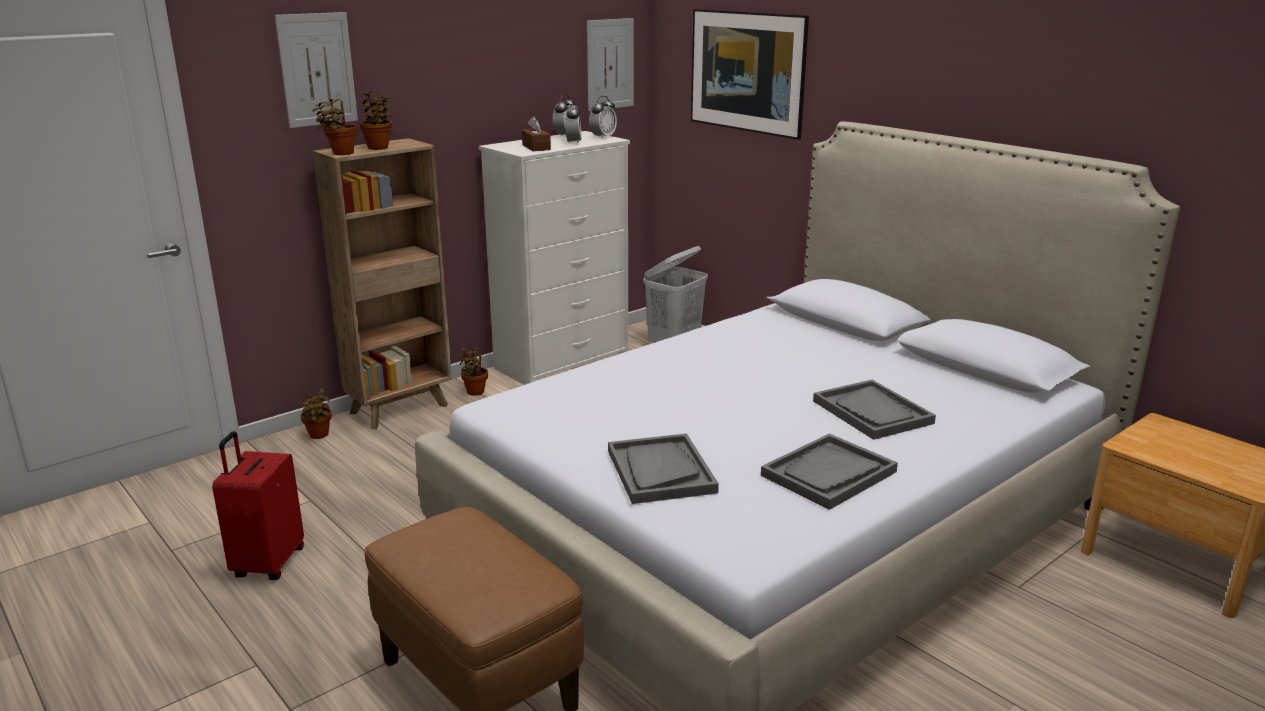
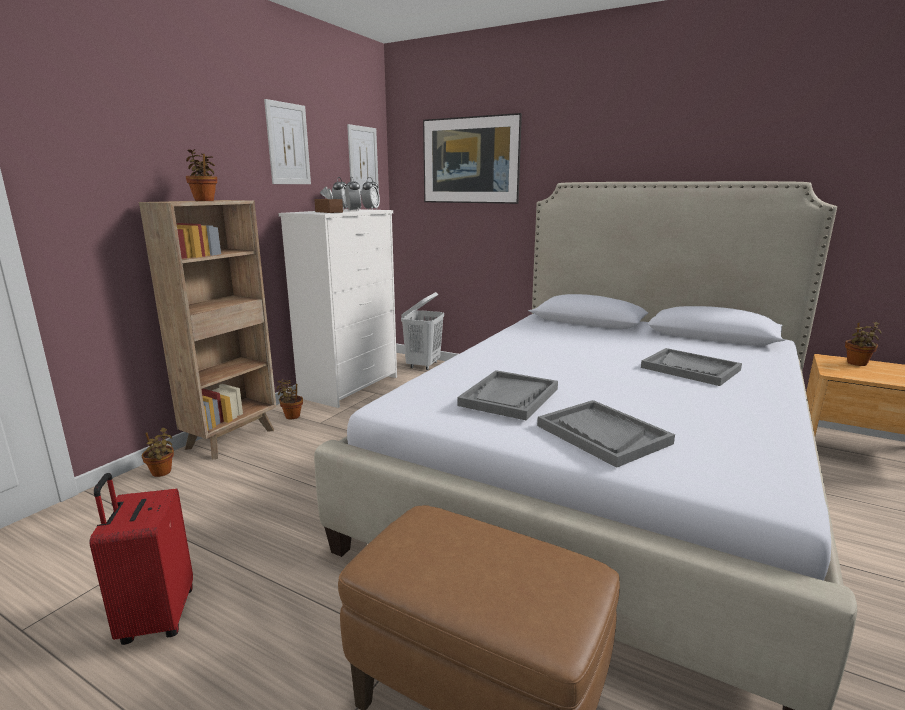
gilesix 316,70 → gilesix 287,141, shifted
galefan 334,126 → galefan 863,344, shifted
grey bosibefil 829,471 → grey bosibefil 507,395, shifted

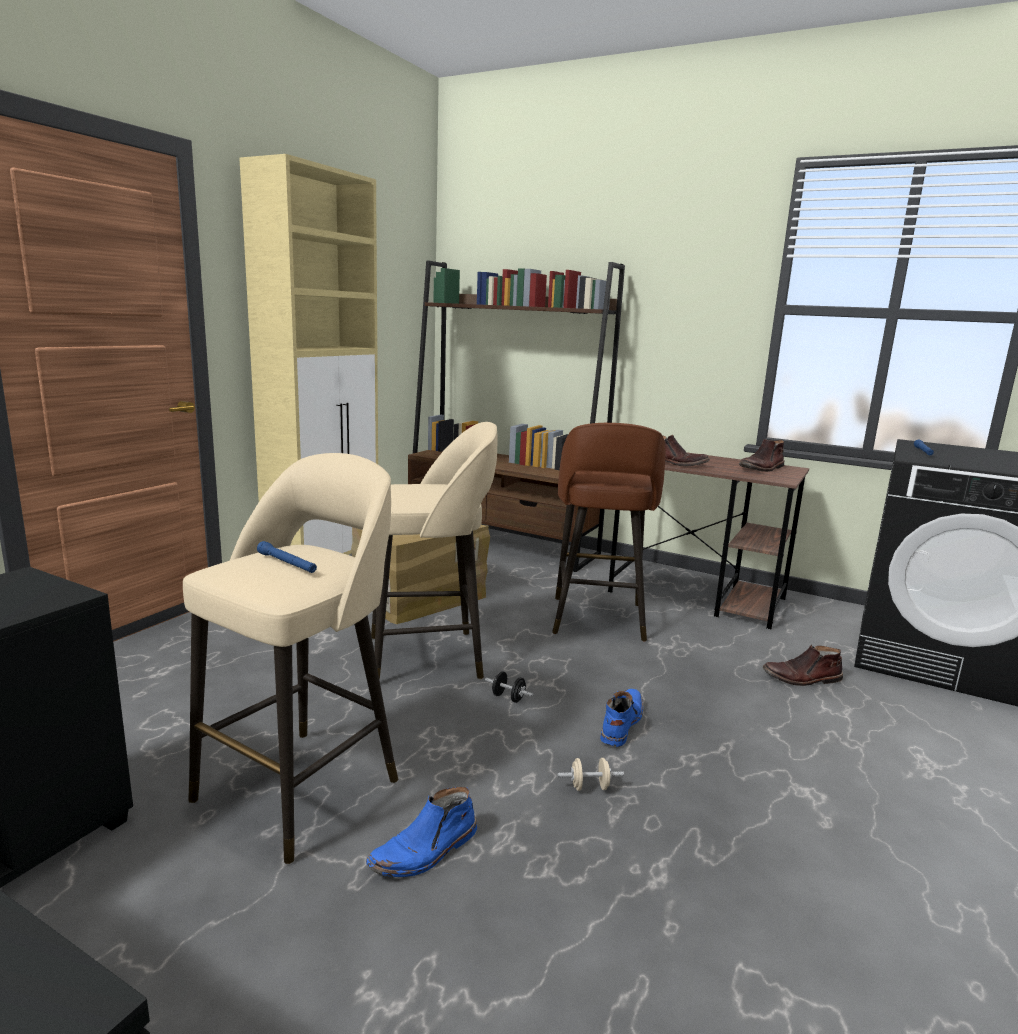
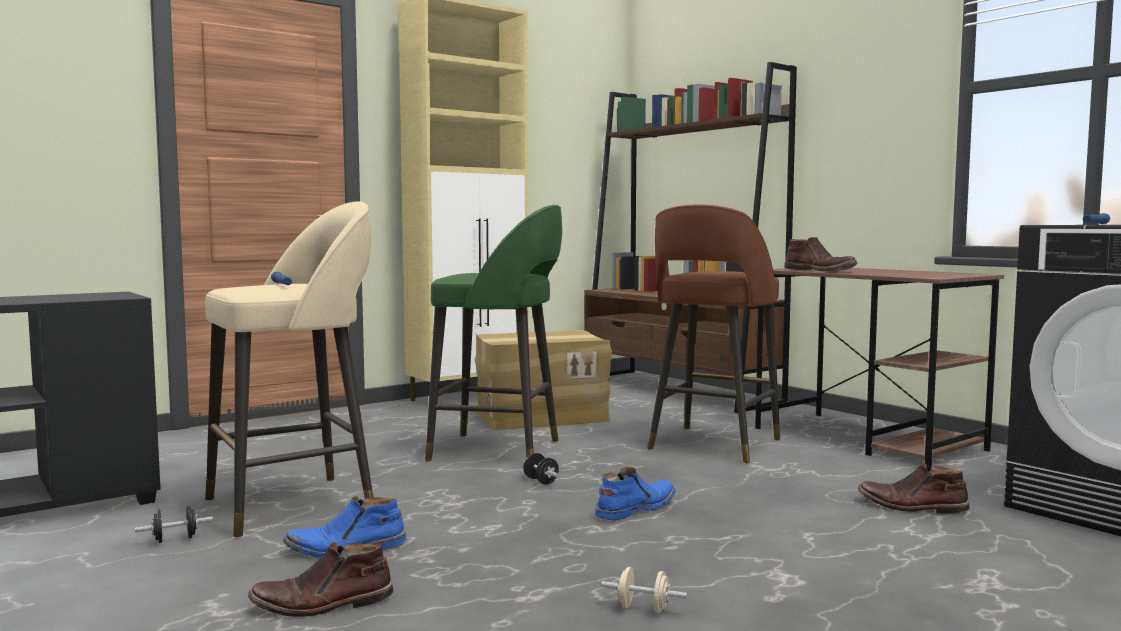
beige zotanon 434,551 → green zotanon 493,333
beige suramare 591,774 → beige suramare 644,590, shifted
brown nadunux 761,455 → brown nadunux 320,579, shifted
- → black suramare 174,524

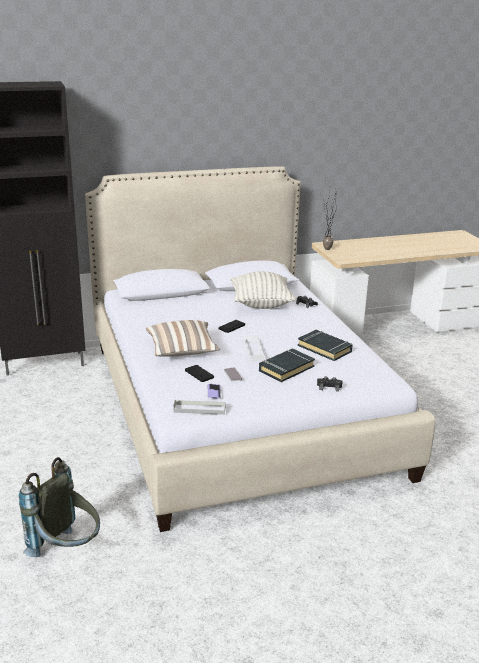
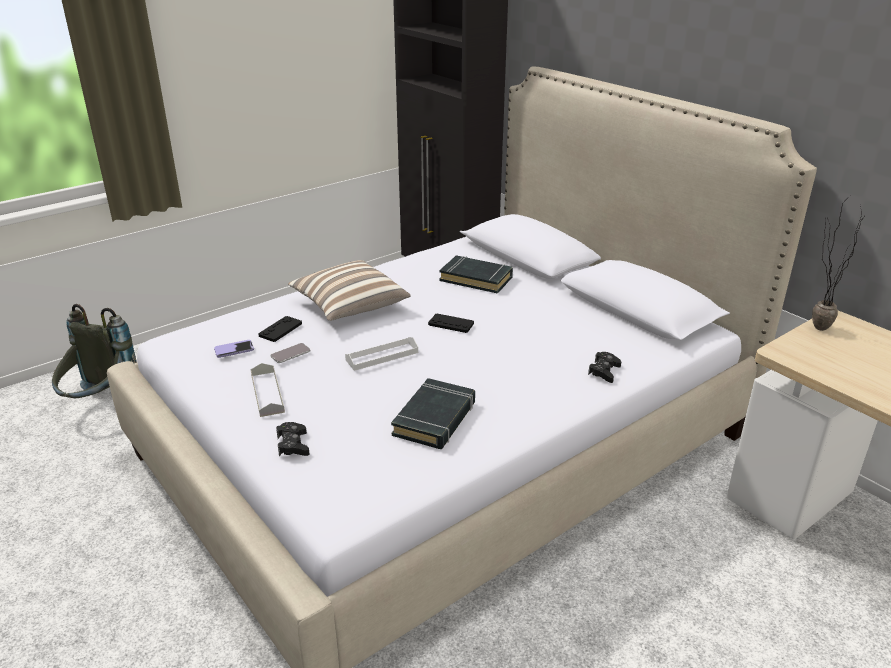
grey bosibefil 199,407 → grey bosibefil 268,390, shifted
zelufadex 263,290 → -
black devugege 287,365 → black devugege 476,274, shifted

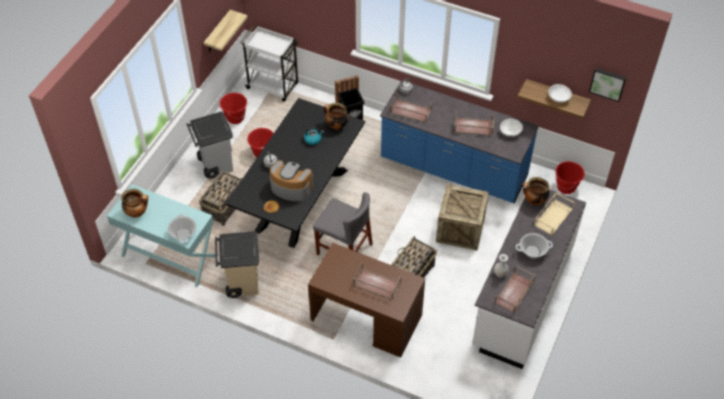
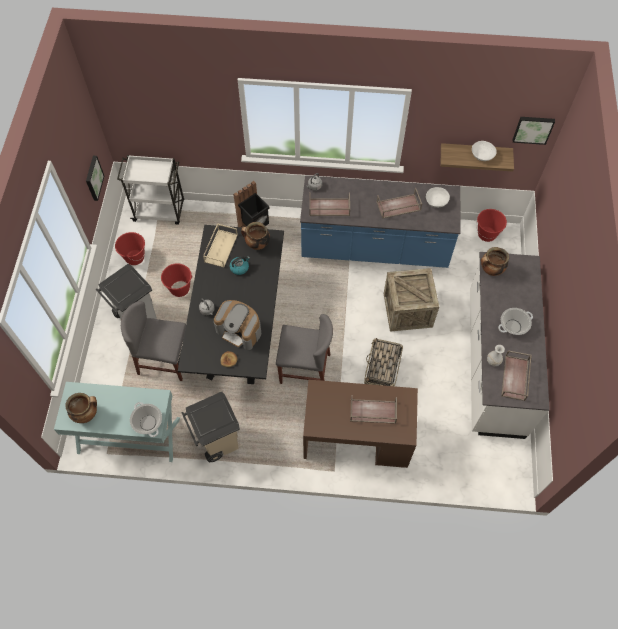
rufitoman 221,198 → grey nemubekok 153,341
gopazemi 226,31 → gilesix 95,178
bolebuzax 291,180 → bolebuzax 237,325, 150 degrees counterclockwise
beige bosibefil 554,213 → beige bosibefil 220,245, shifted

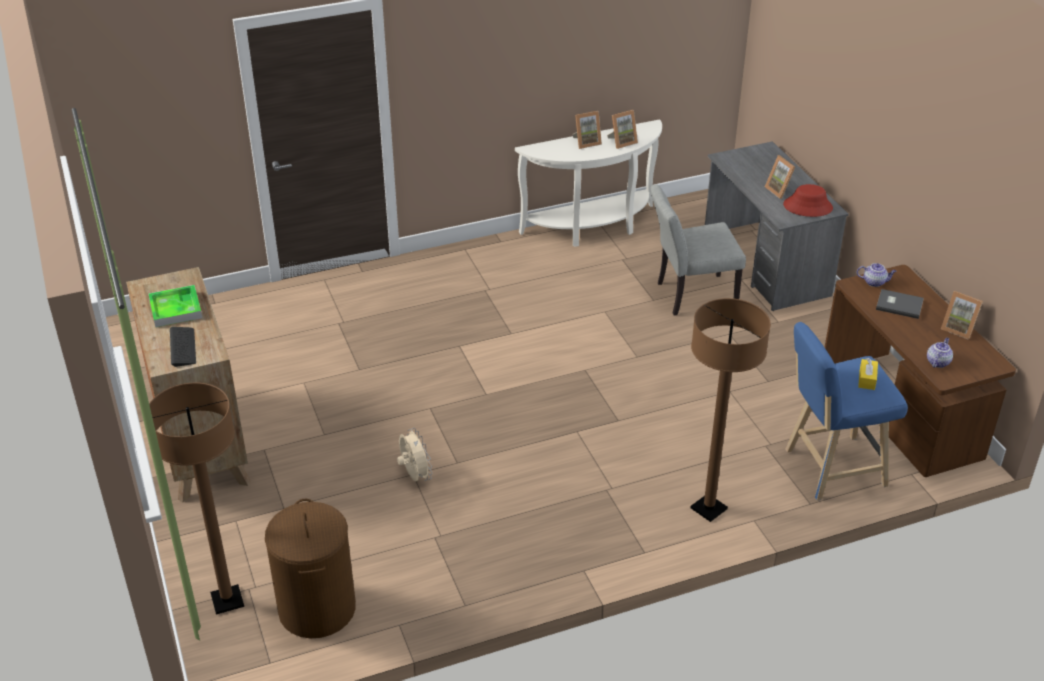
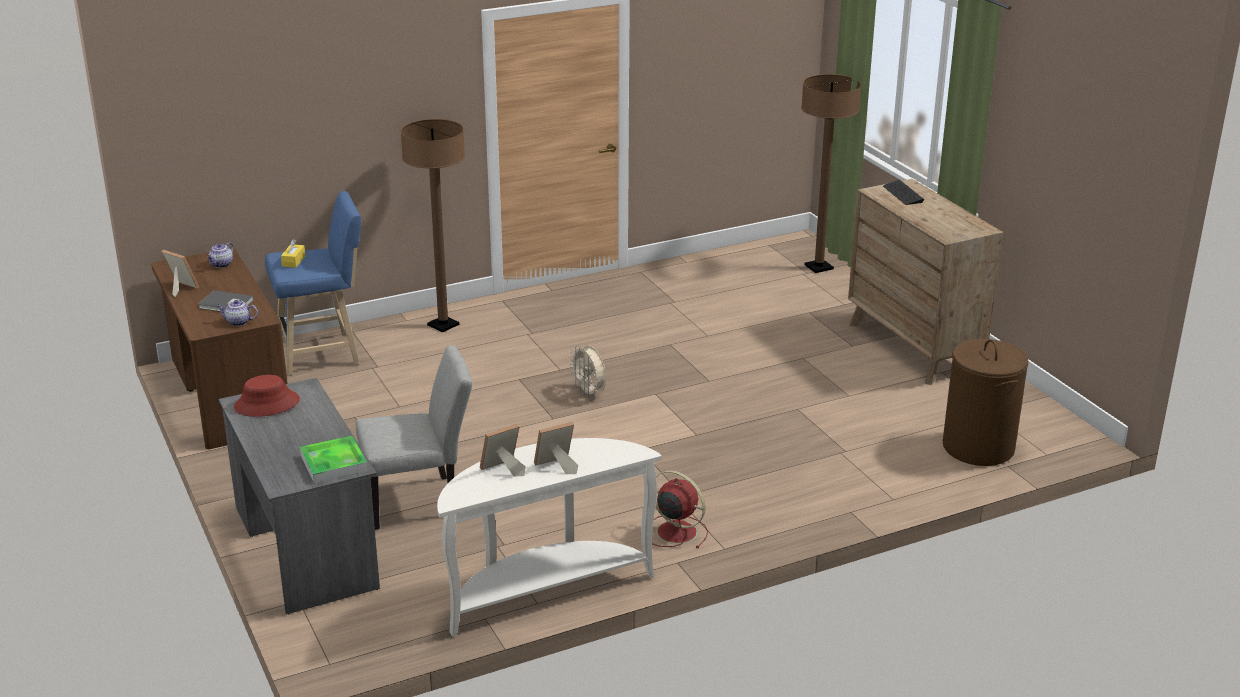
bosibefil 175,306 → bosibefil 334,459, shifted
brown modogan 310,568 → brown modogan 985,402, shifted
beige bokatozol 415,455 → beige bokatozol 587,371, shifted
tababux 780,177 → -
- → red bokatozol 680,509

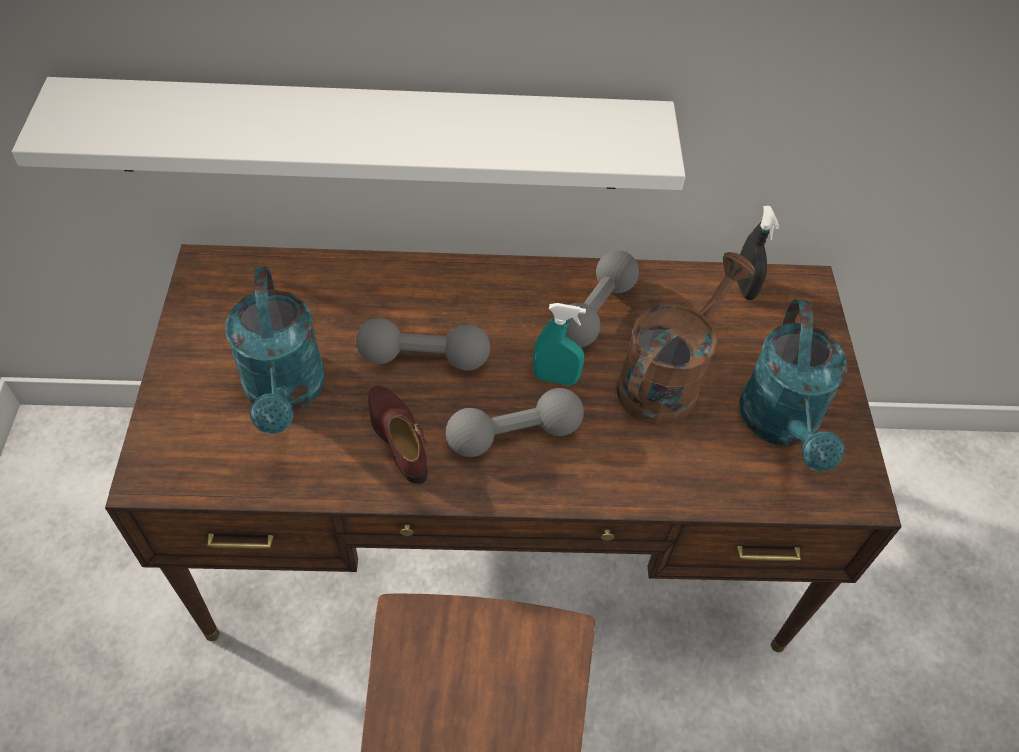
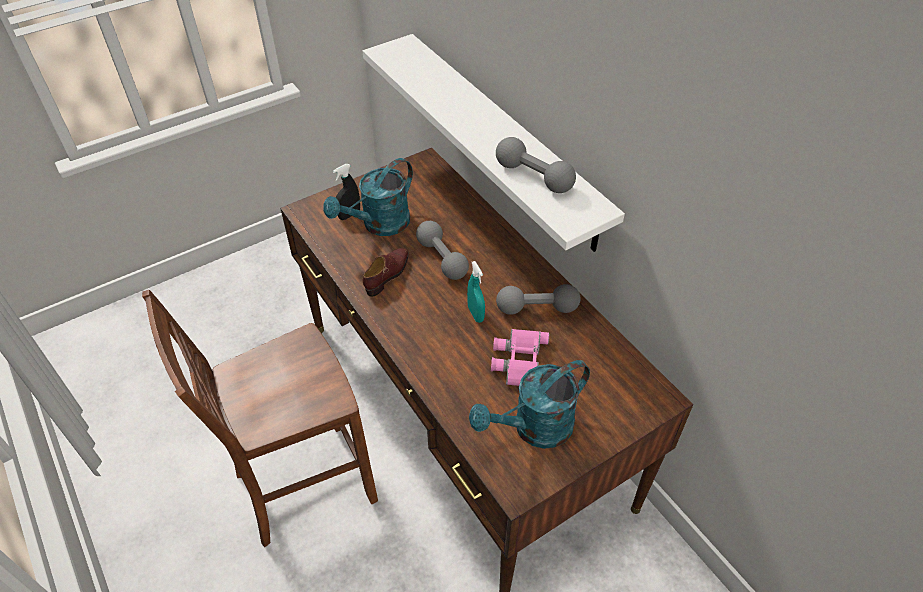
grey suramare 514,422 → grey suramare 536,165, shifted
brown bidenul 685,338 → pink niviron 520,357
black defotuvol 758,253 → black defotuvol 346,192, shifted

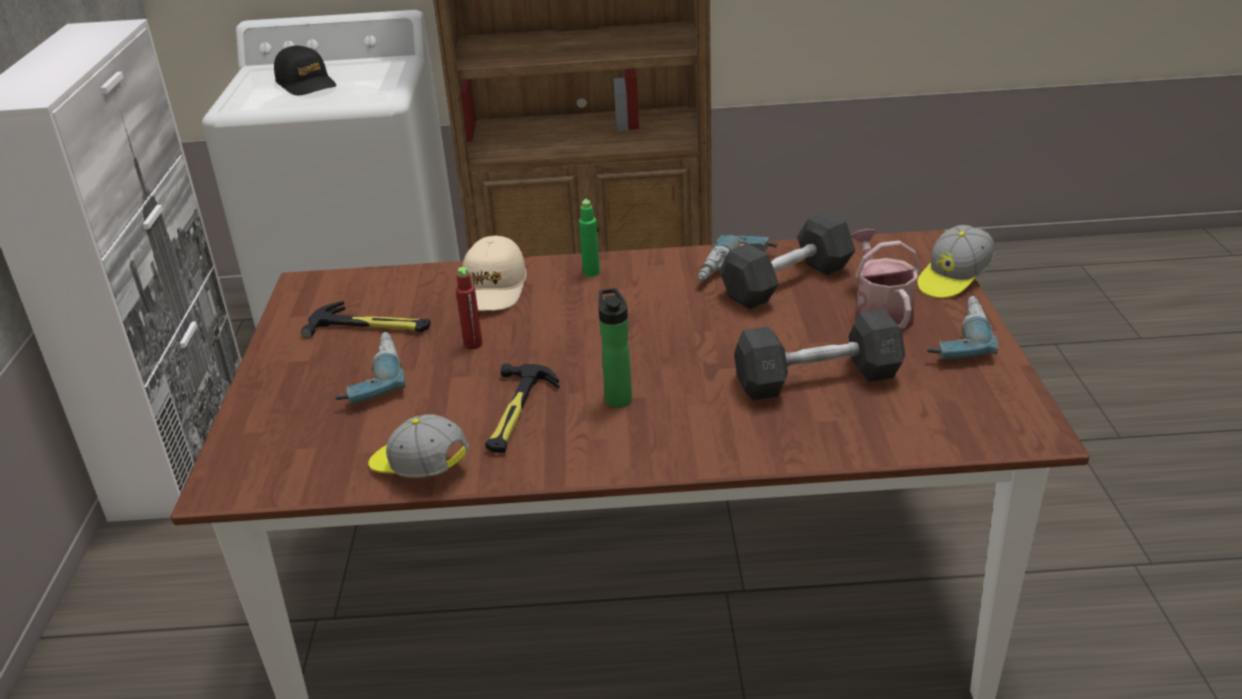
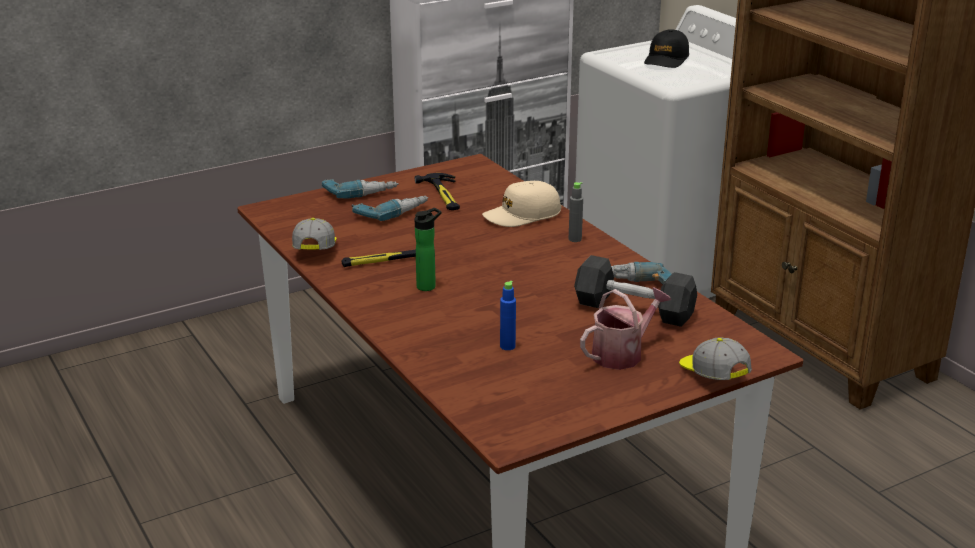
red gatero 469,308 → -
green gatero 589,238 → grey gatero 576,212
grey suramare 819,354 → blue gatero 508,315
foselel 956,262 → foselel 715,358, 45 degrees clockwise
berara 962,327 → berara 360,189, shifted

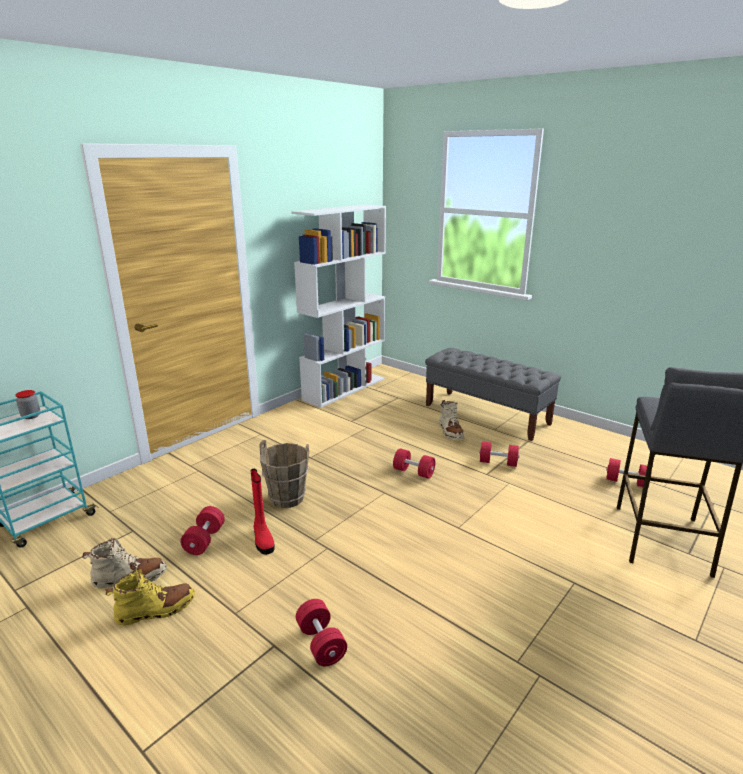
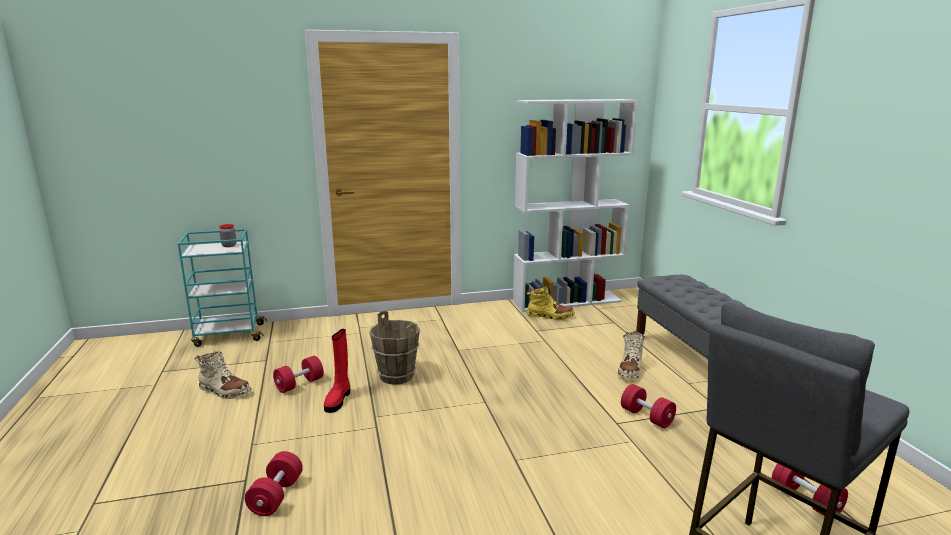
yellow nadunux 150,597 → yellow nadunux 550,303, shifted
red suramare 414,463 → -

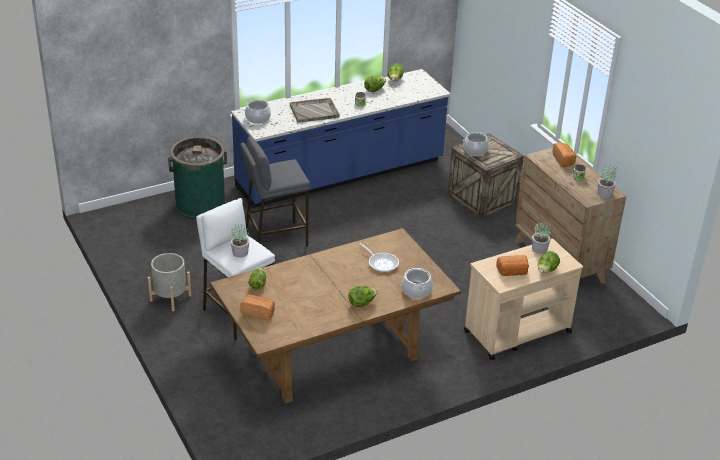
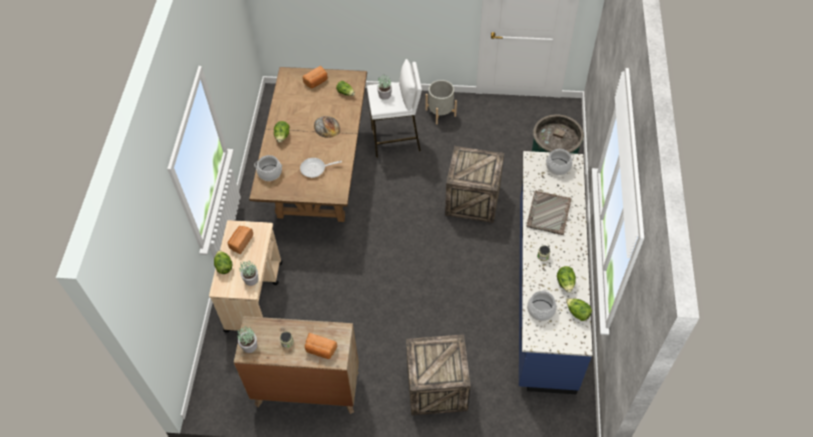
grey zotanon 275,192 → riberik 474,184
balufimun 476,144 → balufimun 542,305, shifted
- → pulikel 327,127

